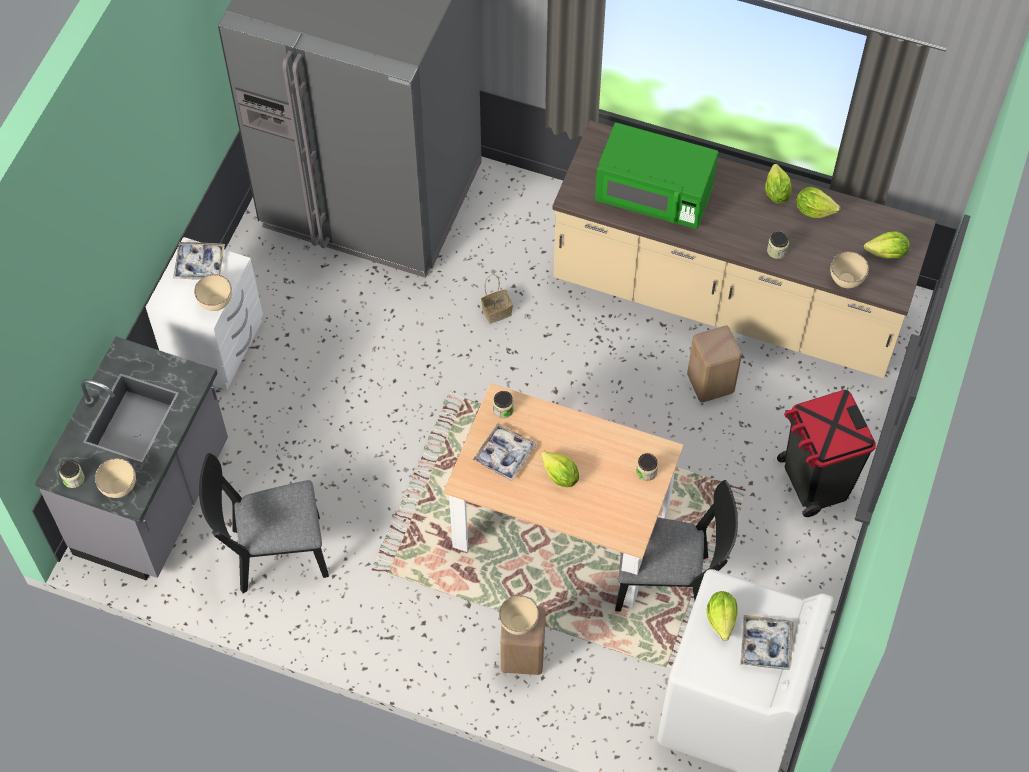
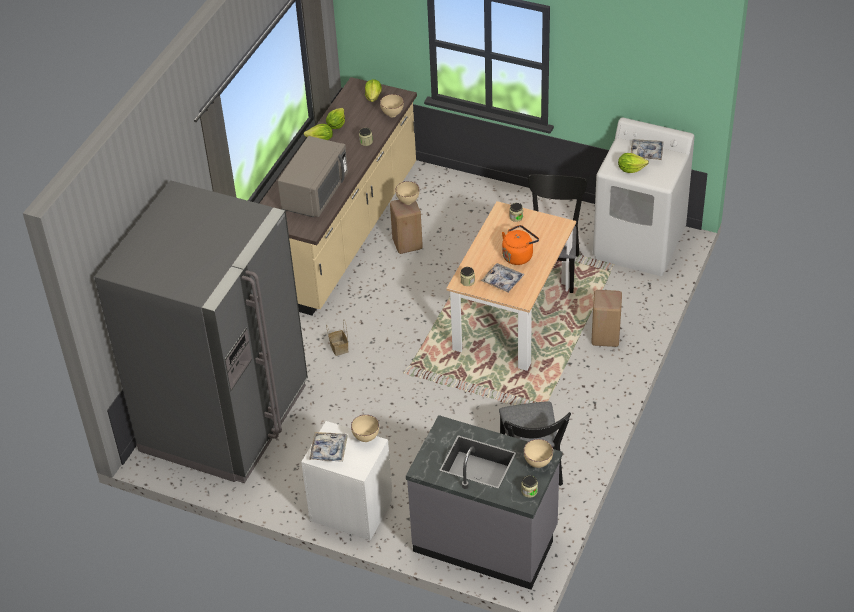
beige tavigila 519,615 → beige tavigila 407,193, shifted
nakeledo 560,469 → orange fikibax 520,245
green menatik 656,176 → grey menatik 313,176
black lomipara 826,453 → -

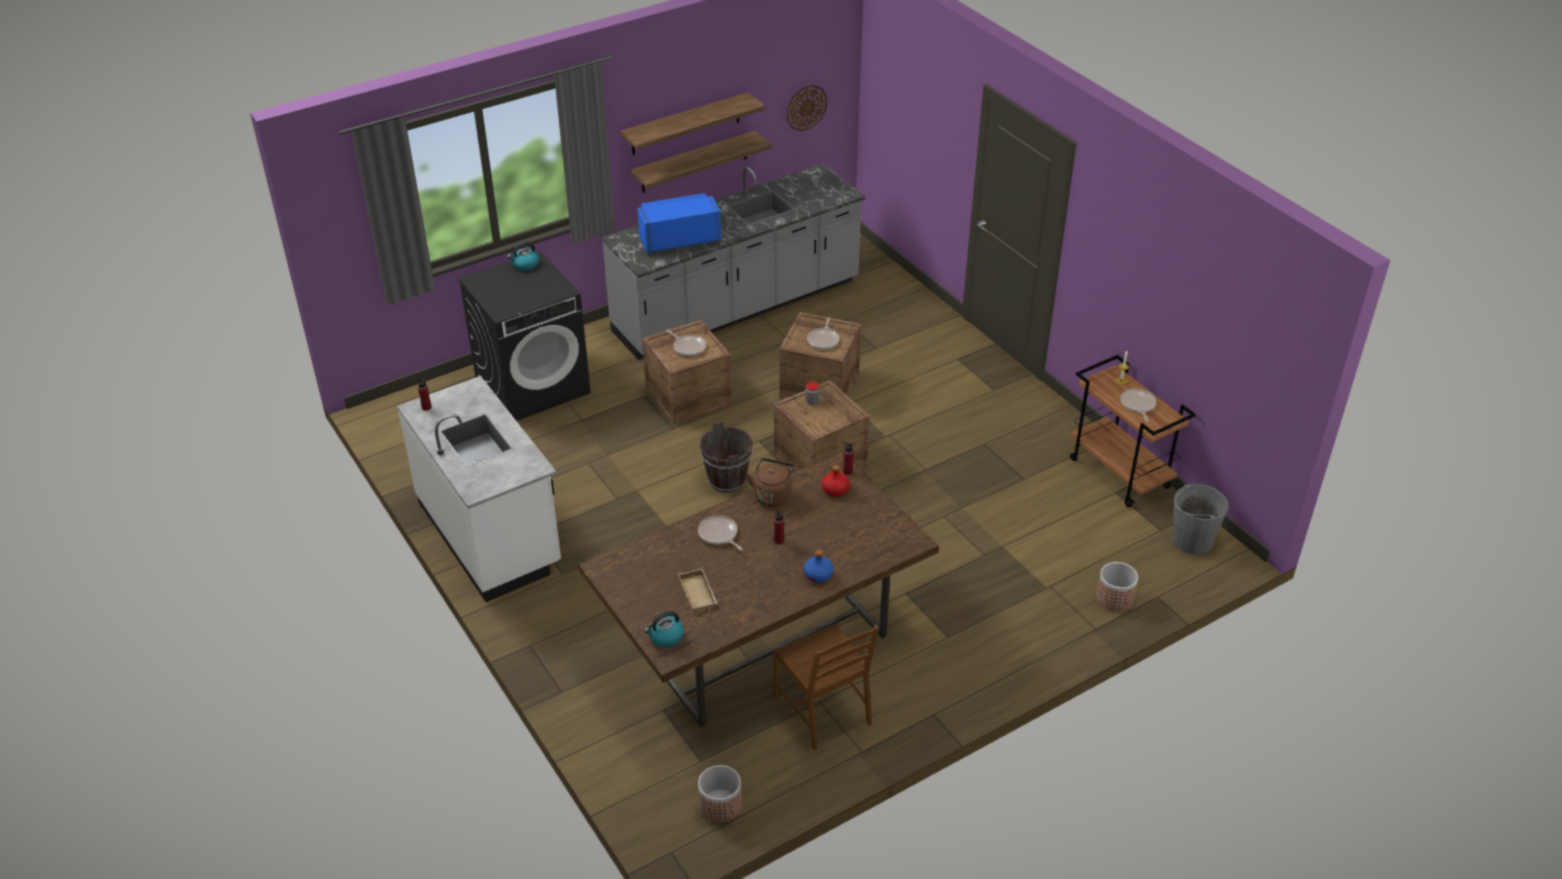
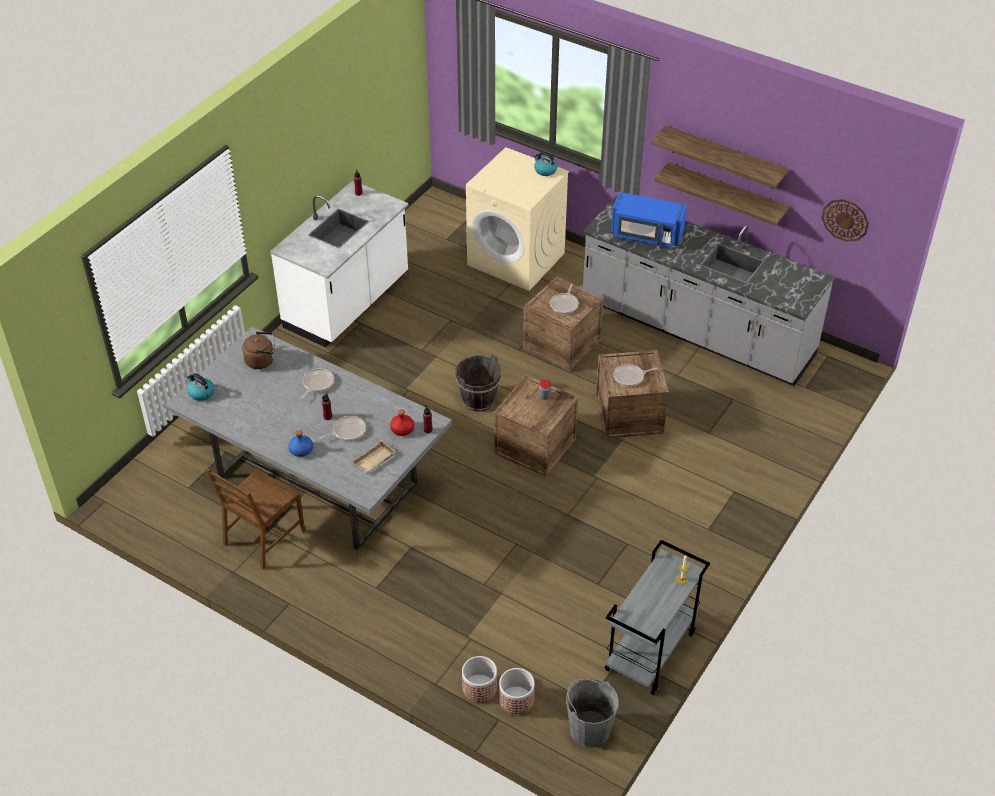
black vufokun 524,336 → beige vufokun 517,219
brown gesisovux 758,589 → grey gesisovux 308,438
blue menatik 679,223 → blue menatik 649,220, 150 degrees clockwise
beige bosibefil 698,590 → beige bosibefil 374,456, shifted
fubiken 719,794 → fubiken 517,691, shifted
brown fikibax 771,482 → brown fikibax 258,350, shifted
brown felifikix 1133,431 → grey felifikix 657,617
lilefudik 1138,405 → lilefudik 342,428, shifted

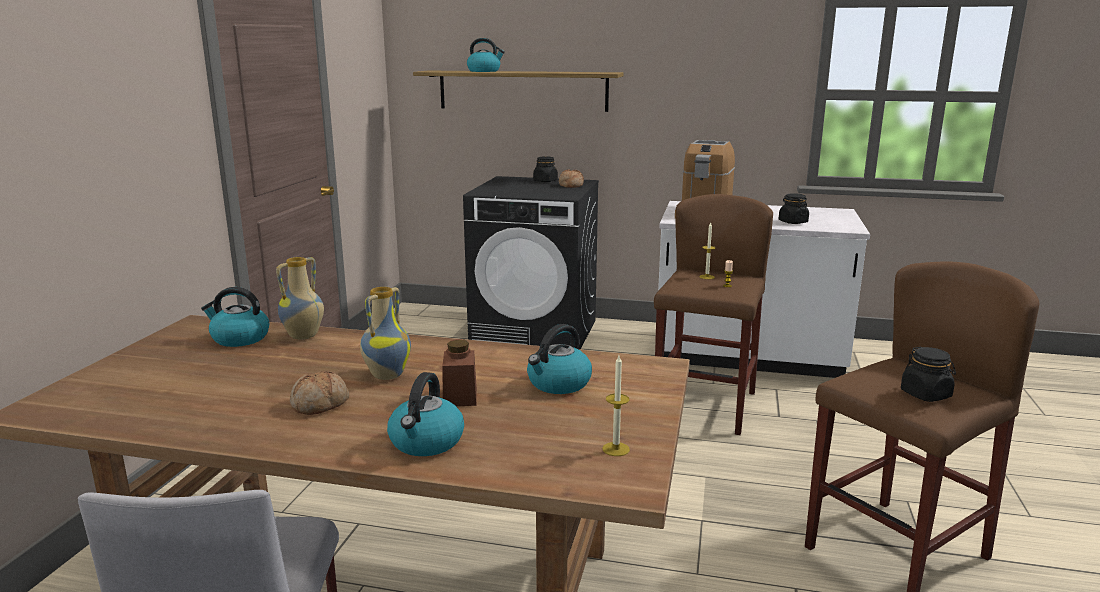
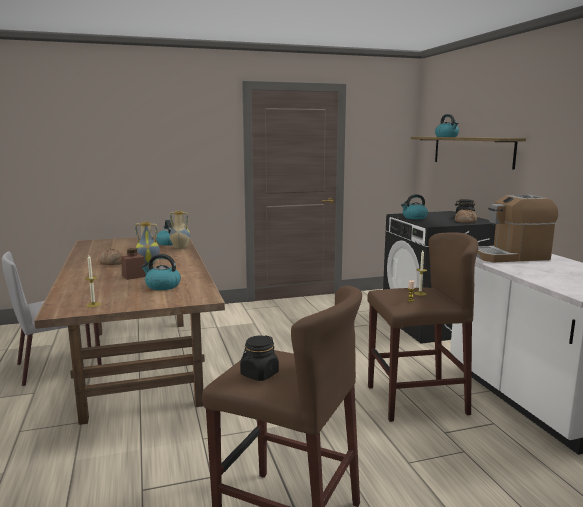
fikibax 425,414 → fikibax 414,206, shifted
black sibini 794,208 → -

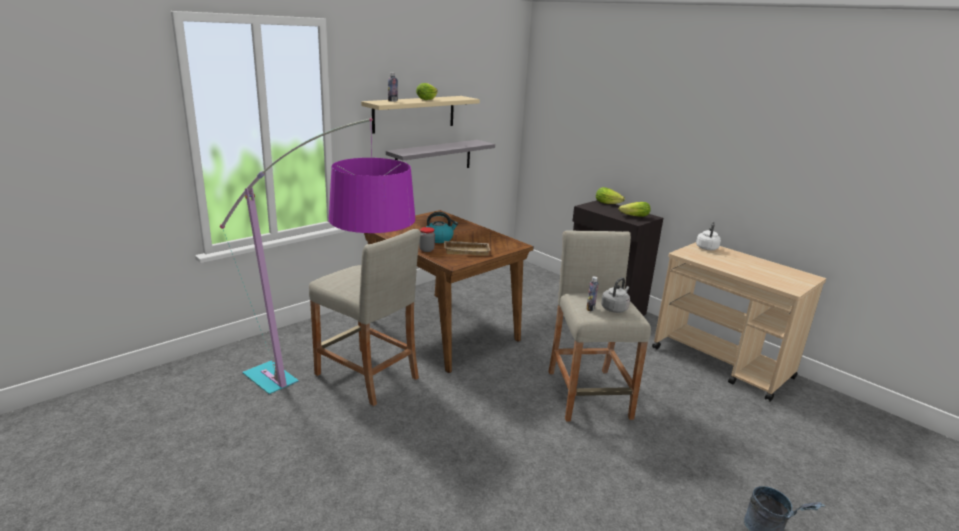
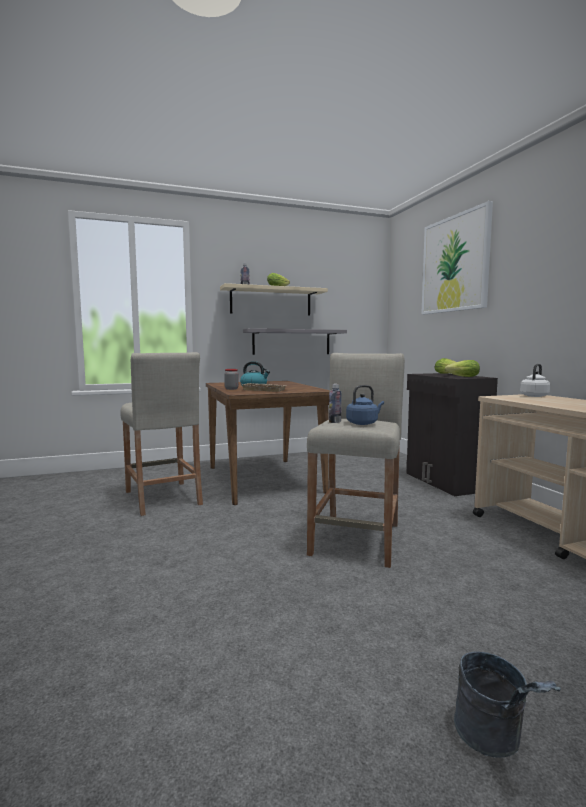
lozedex 317,256 → -
grey fikibax 615,295 → blue fikibax 365,405
- → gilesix 457,257

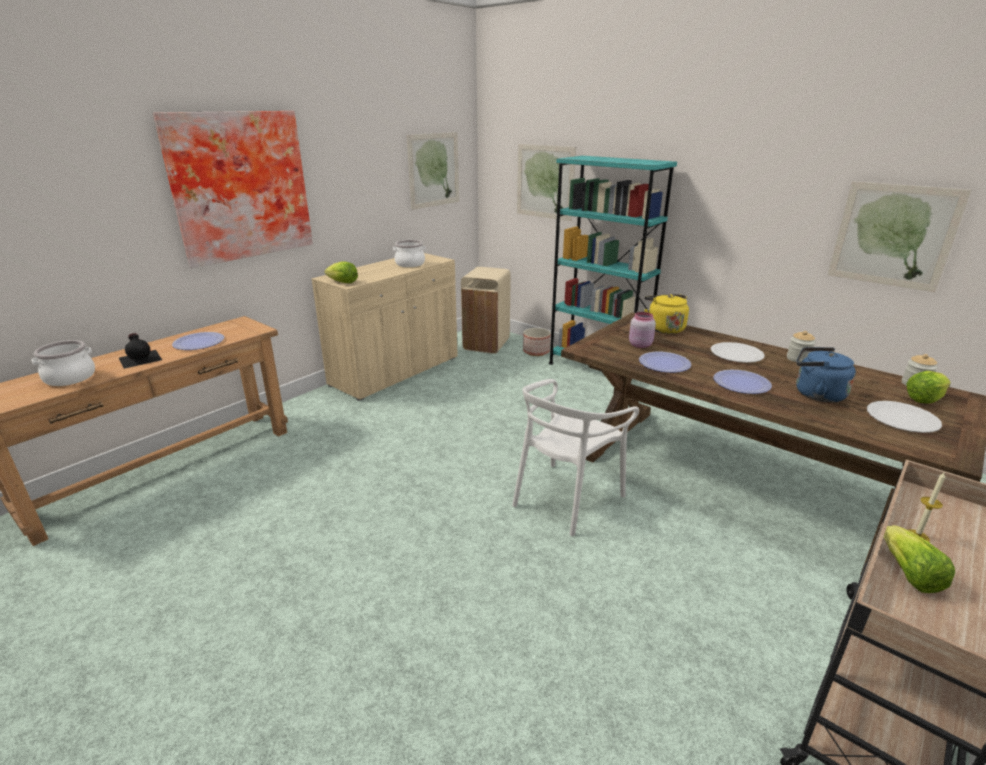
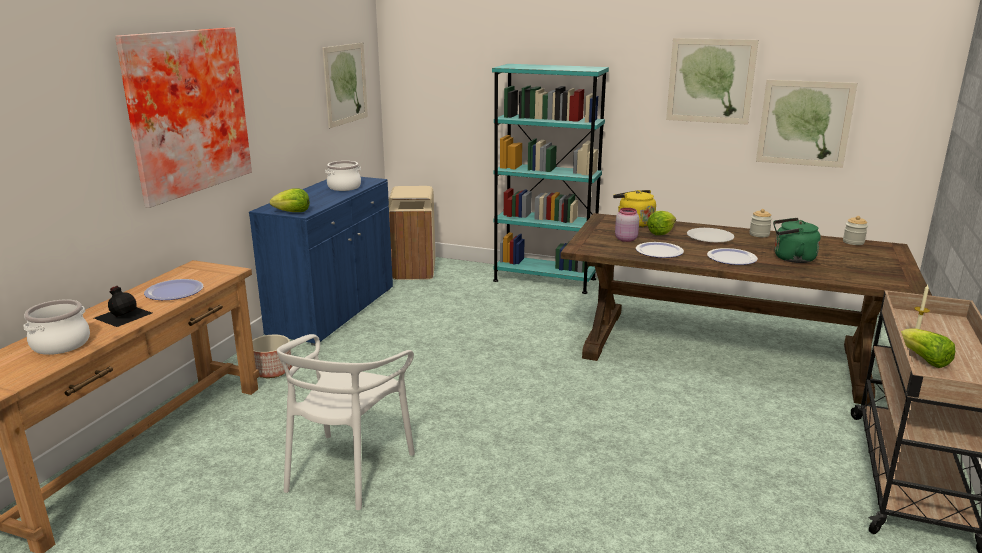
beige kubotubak 384,327 → blue kubotubak 321,261
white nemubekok 575,457 → white nemubekok 346,422, shifted
gilesix 546,182 → gilesix 712,81, shifted
fubiken 537,342 → fubiken 272,356, shifted
blue fikibax 826,375 → green fikibax 797,240
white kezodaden 904,417 → -
nakeledo 928,387 → nakeledo 661,223, shifted

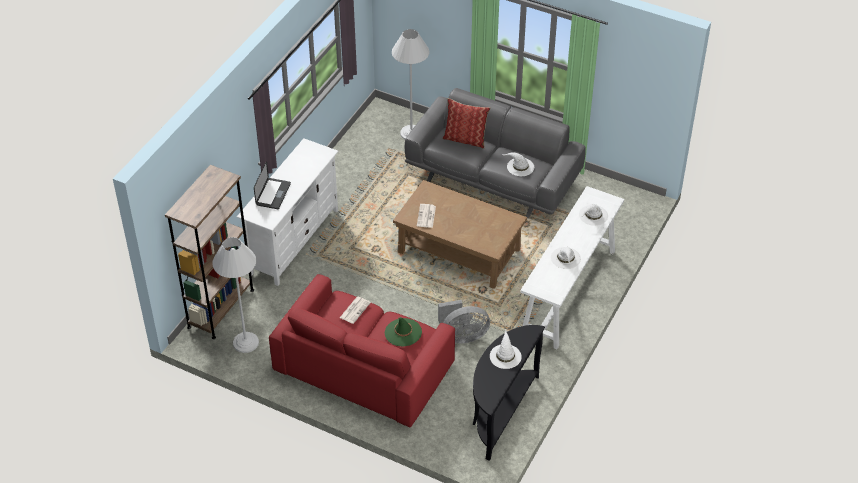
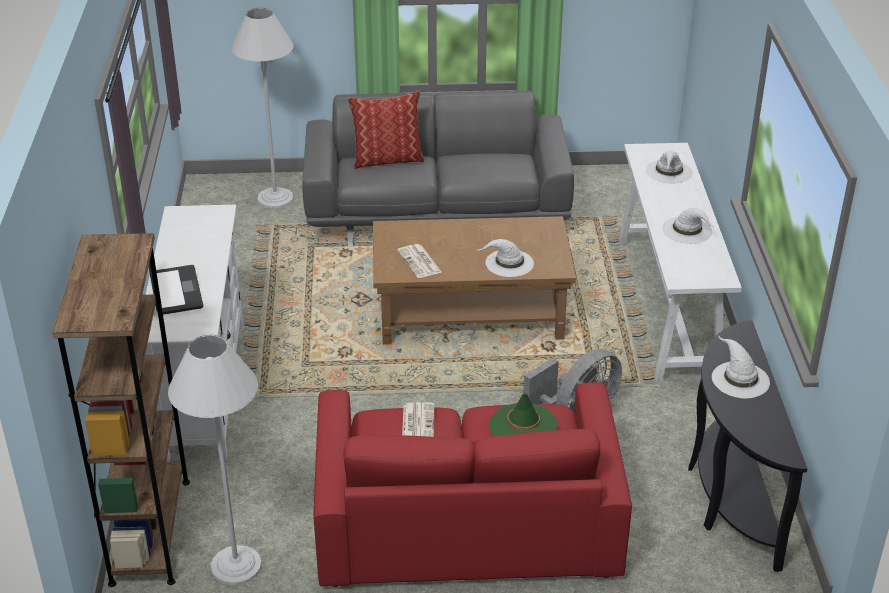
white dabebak 517,164 → white dabebak 505,258, shifted

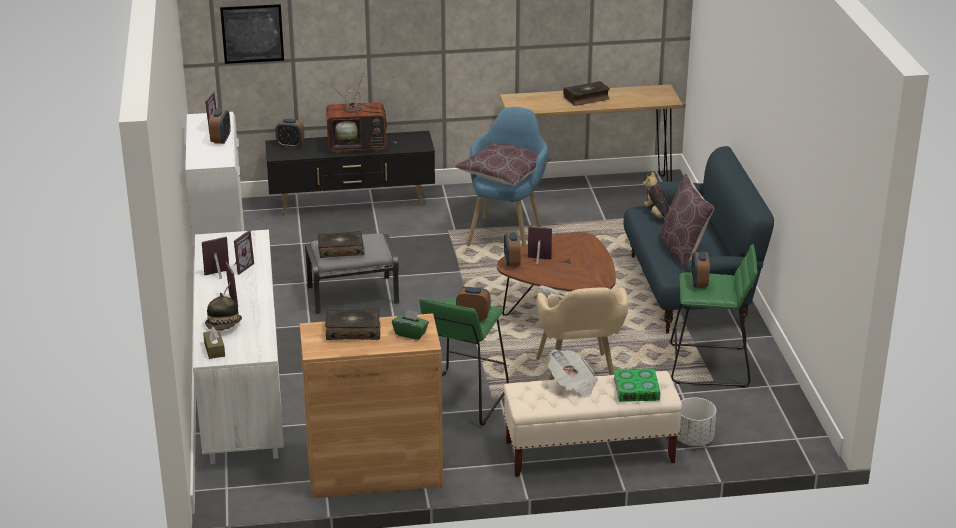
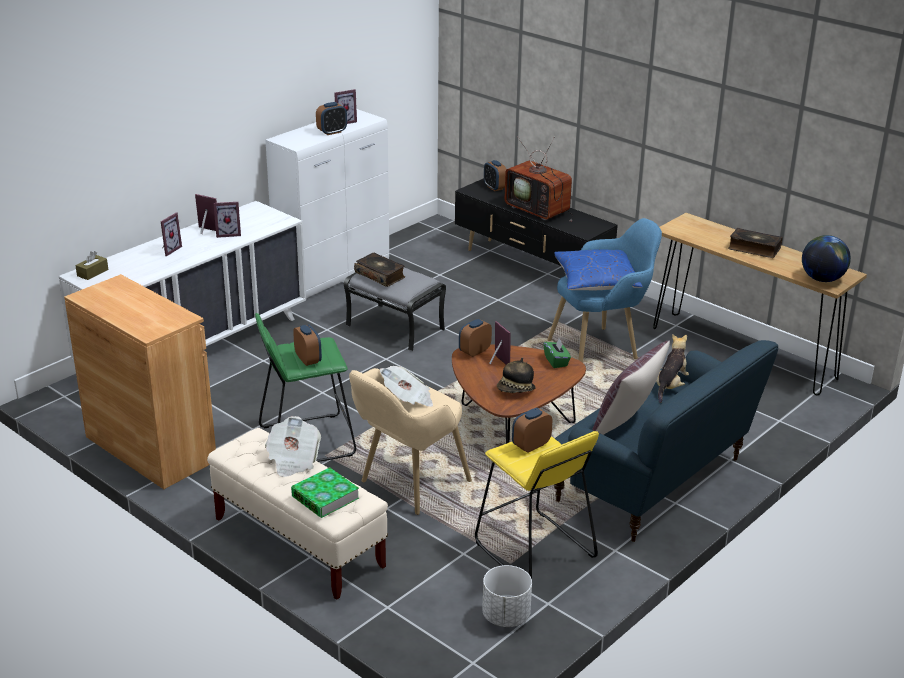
dabebak 223,312 → dabebak 516,375, shifted
gilesix 252,34 → -
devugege 352,324 → -
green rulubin 410,324 → green rulubin 557,353, shifted
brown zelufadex 503,163 → blue zelufadex 598,269
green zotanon 713,316 → yellow zotanon 537,505
white fubiken 696,422 → white fubiken 507,596, shifted
- → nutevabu 826,258

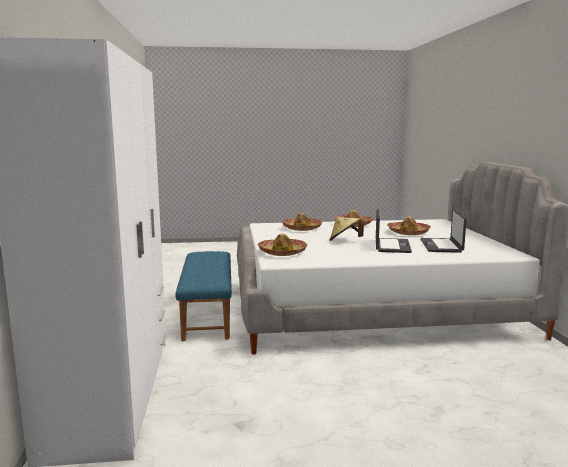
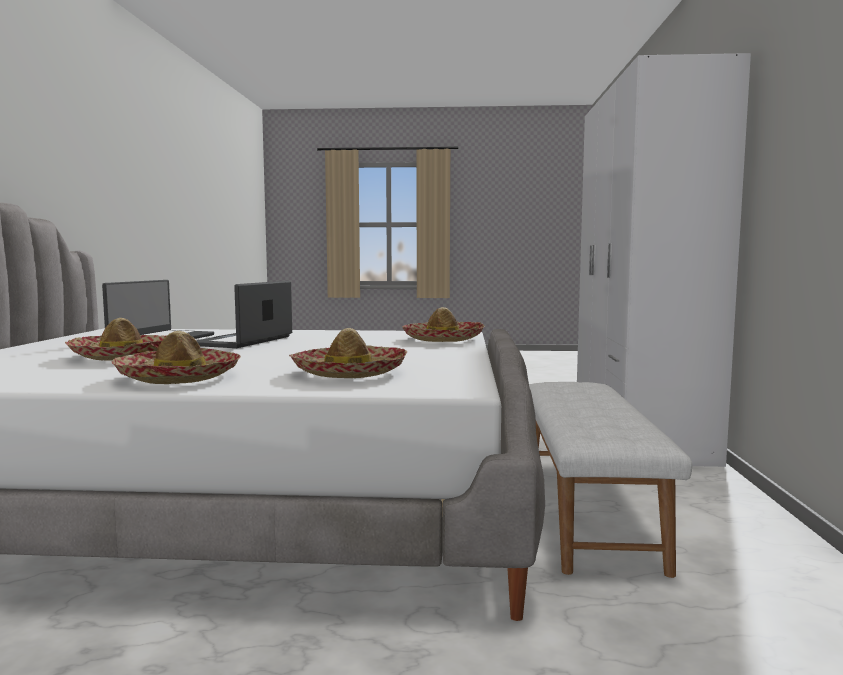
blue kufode 203,296 → white kufode 610,480
beige dabebak 346,229 → -

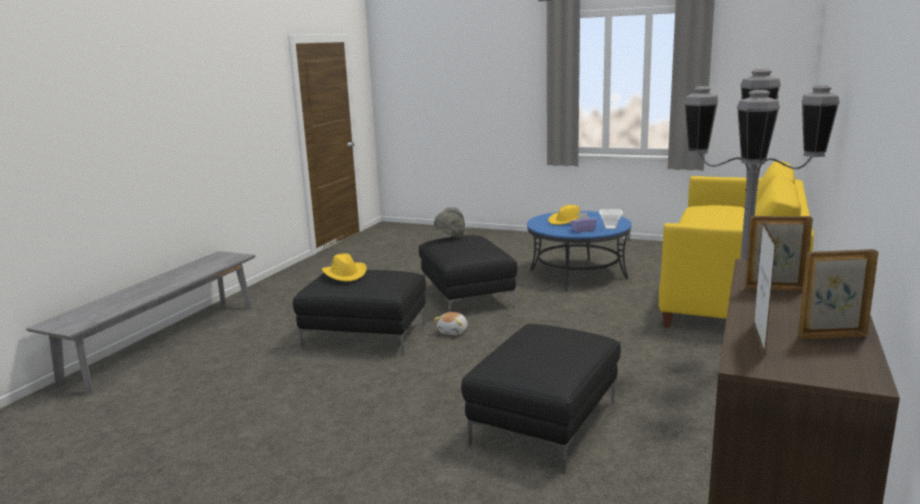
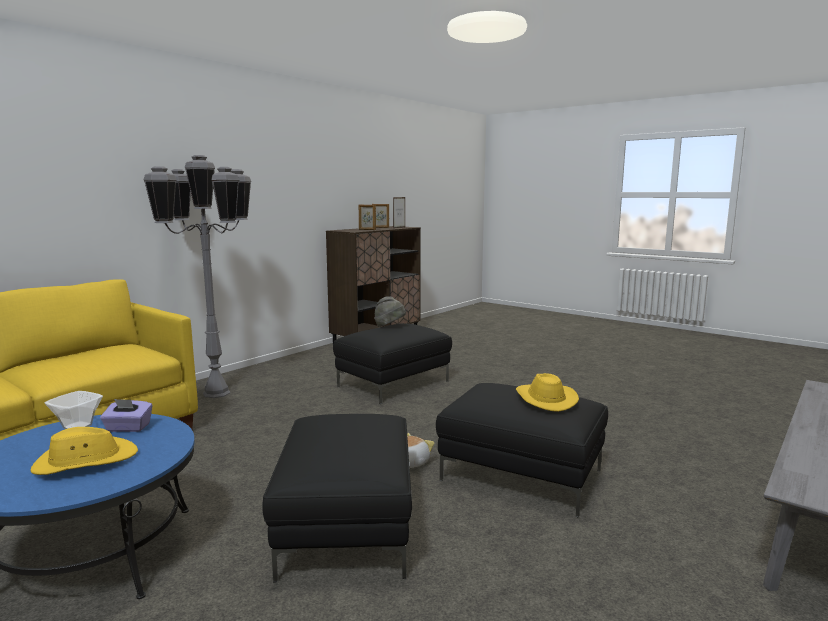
grey dabebak 449,222 → grey dabebak 390,311, shifted

